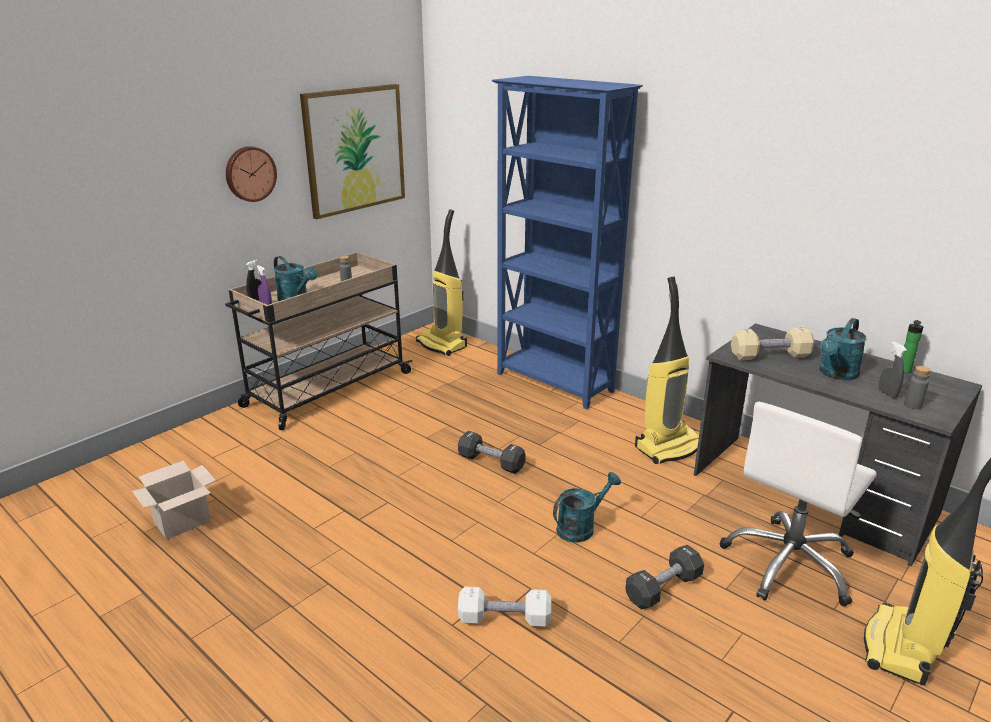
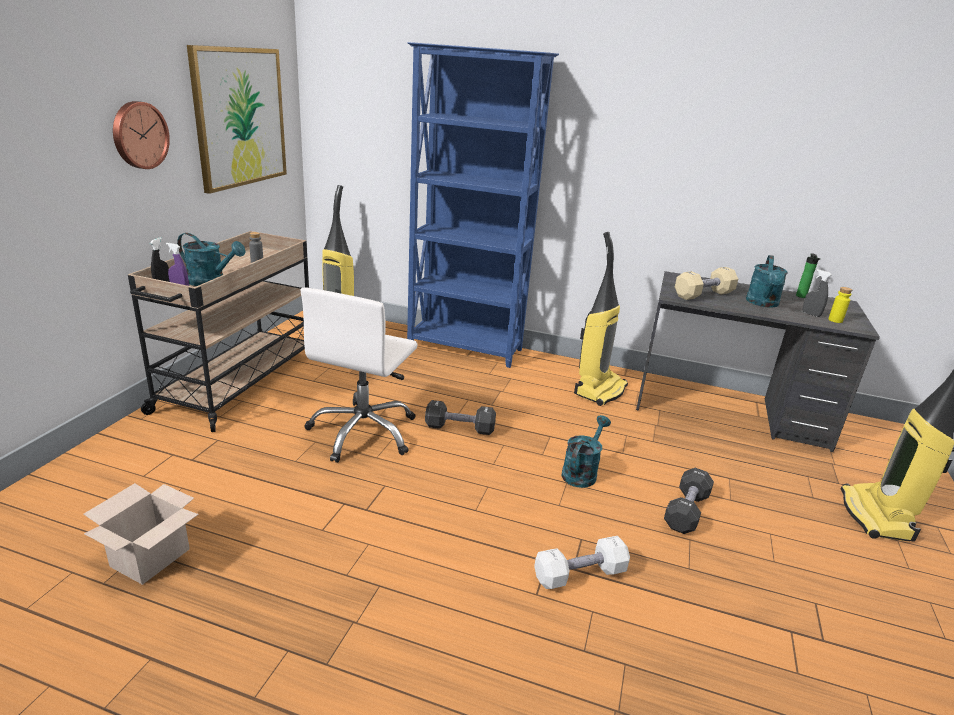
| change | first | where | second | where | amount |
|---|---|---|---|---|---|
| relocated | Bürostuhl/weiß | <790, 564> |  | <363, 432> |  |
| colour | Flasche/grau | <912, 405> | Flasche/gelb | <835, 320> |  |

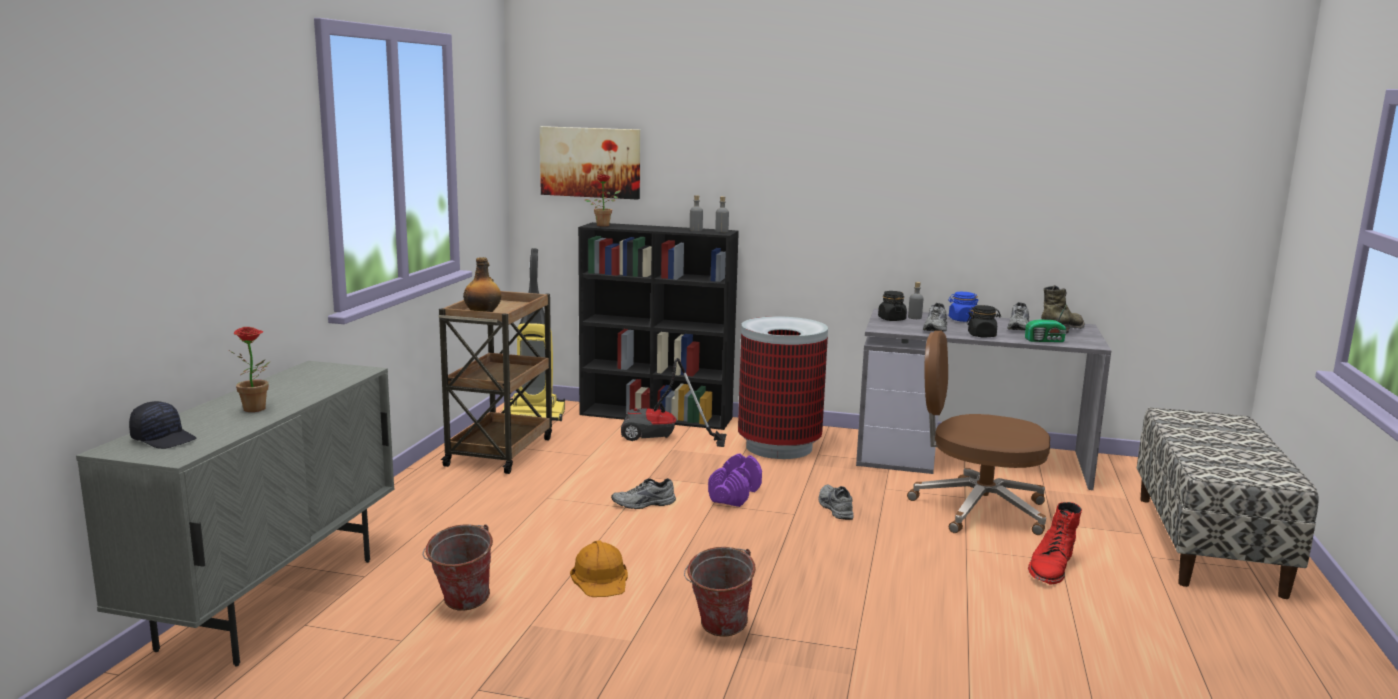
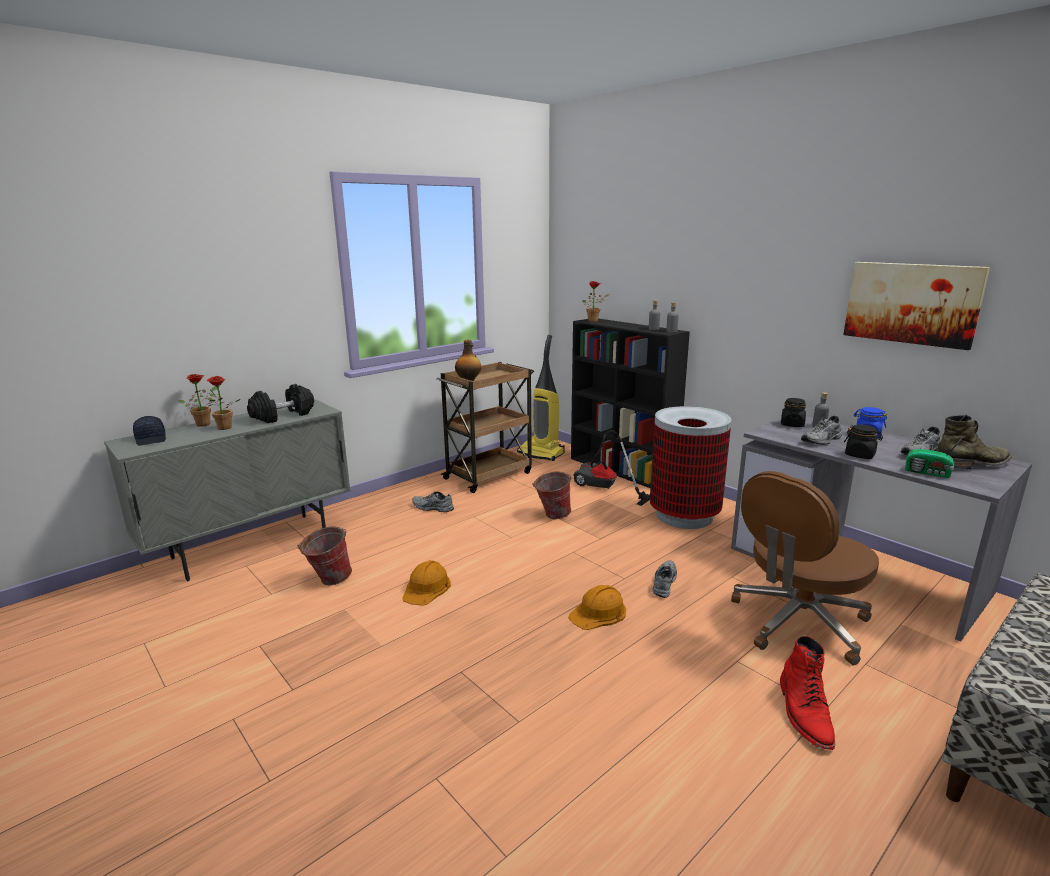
| change | first | where | second | where | amount |
|---|---|---|---|---|---|
| appeared |  |  | Topfpflanze | <205, 423> |  |
| appeared |  |  | Hantel/schwarz | <283, 416> |  |
| relocated | Schuh/grau | <644, 504> |  | <432, 508> |  |
| relocated | Eimer | <718, 630> |  | <552, 515> |  |
| appeared |  |  | Schutzhelm/orange | <598, 613> |  |
| spun | Bürostuhl/braun | <976, 509> |  | <797, 623> | 90 degrees counterclockwise |
| spun | Stiefel/rot | <1051, 567> |  | <804, 712> | 60 degrees counterclockwise |
| relocated | Bild | <590, 162> |  | <911, 303> |  |
| missing | Hantel/lila | <734, 495> |  |  |  |

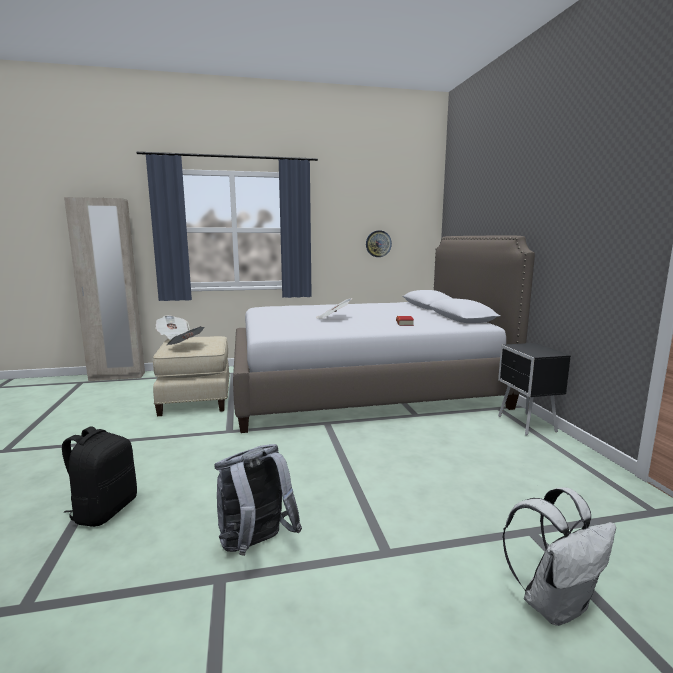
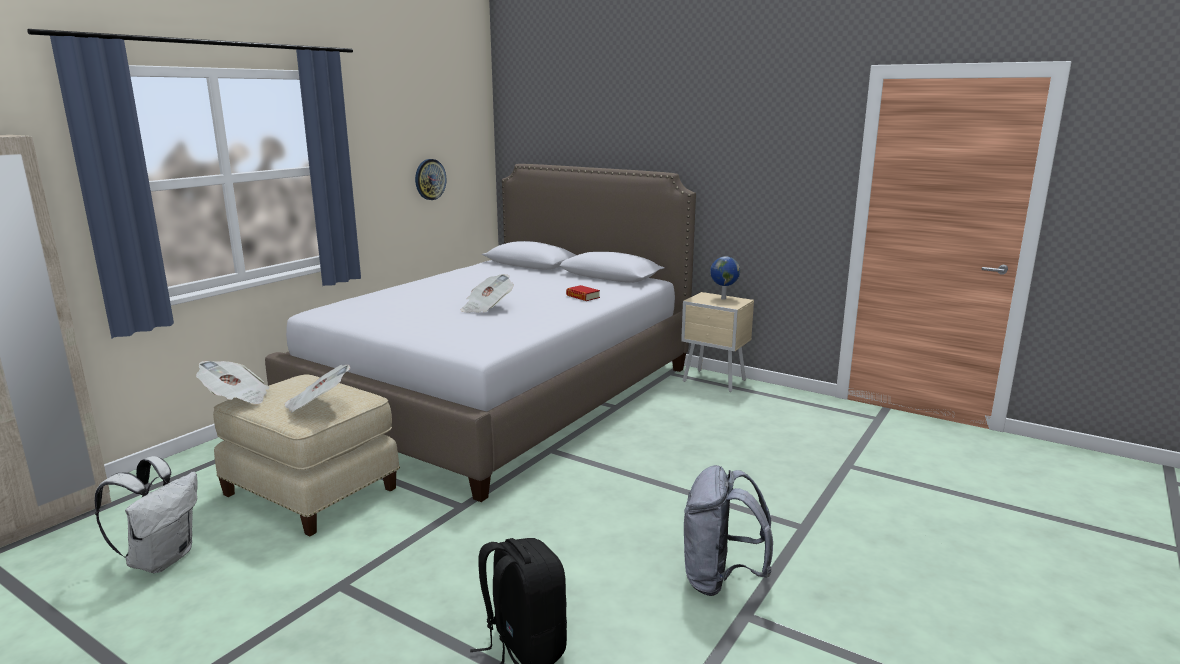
| change | first | where | second | where | amount |
|---|---|---|---|---|---|
| relocated | Rucksack/weiß | <554, 603> |  | <162, 559> |  |
| colour | Nachttisch/schwarz | <526, 424> | Nachttisch/beige | <715, 381> |  |
| appeared |  |  | Globus | <722, 298> |  |

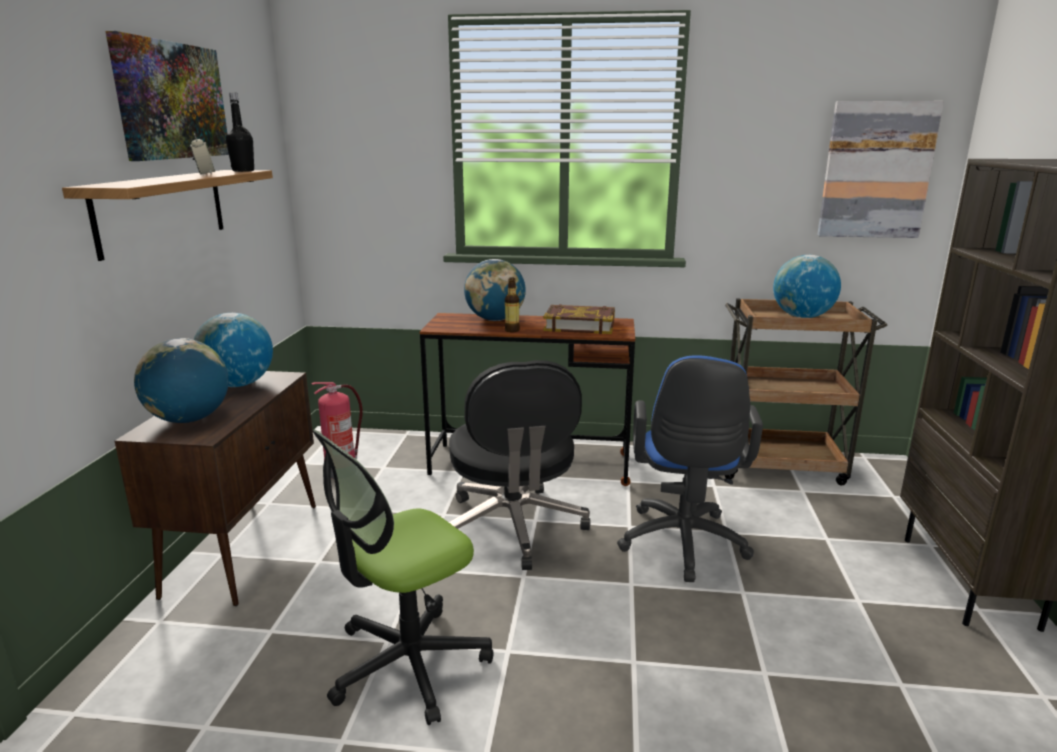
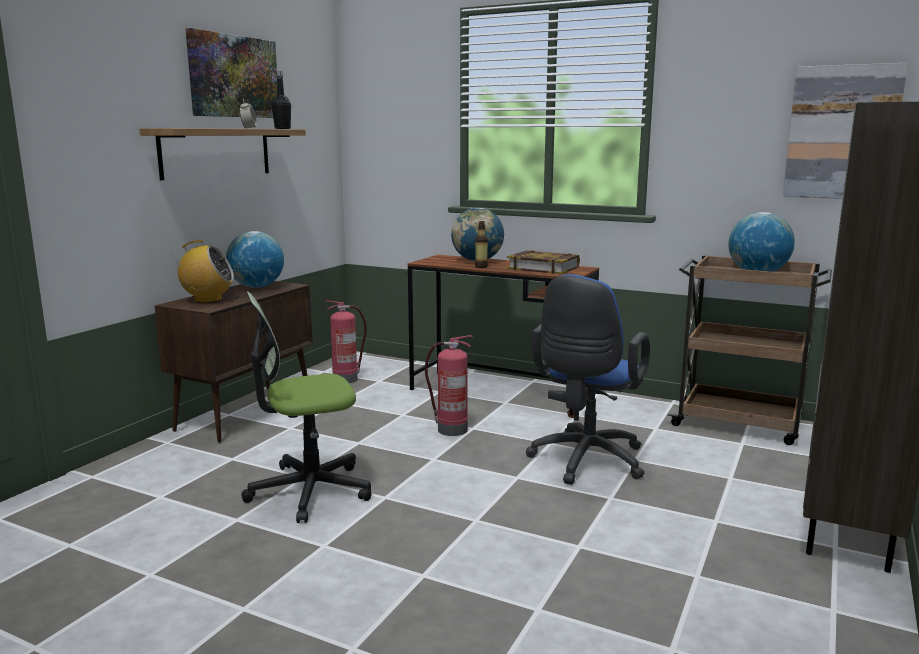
| change | first | where | second | where | amount |
|---|---|---|---|---|---|
| exchanged | Globus | <189, 419> | Radio | <207, 300> |  |
| exchanged | Bürostuhl/schwarz | <513, 527> | Feuerlöscher | <450, 430> |  |

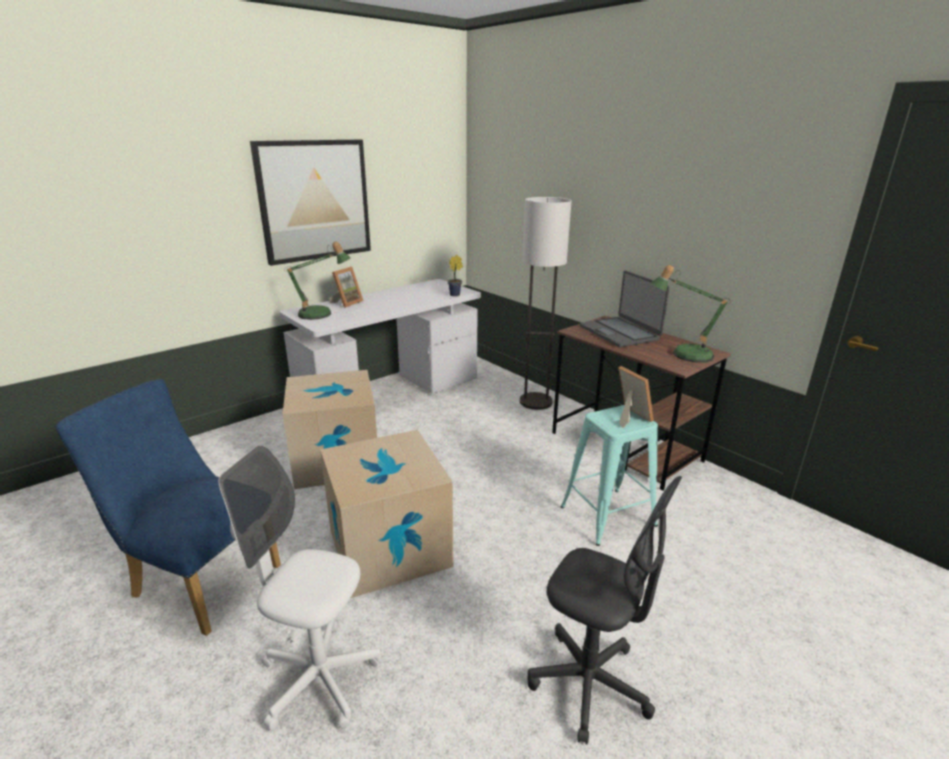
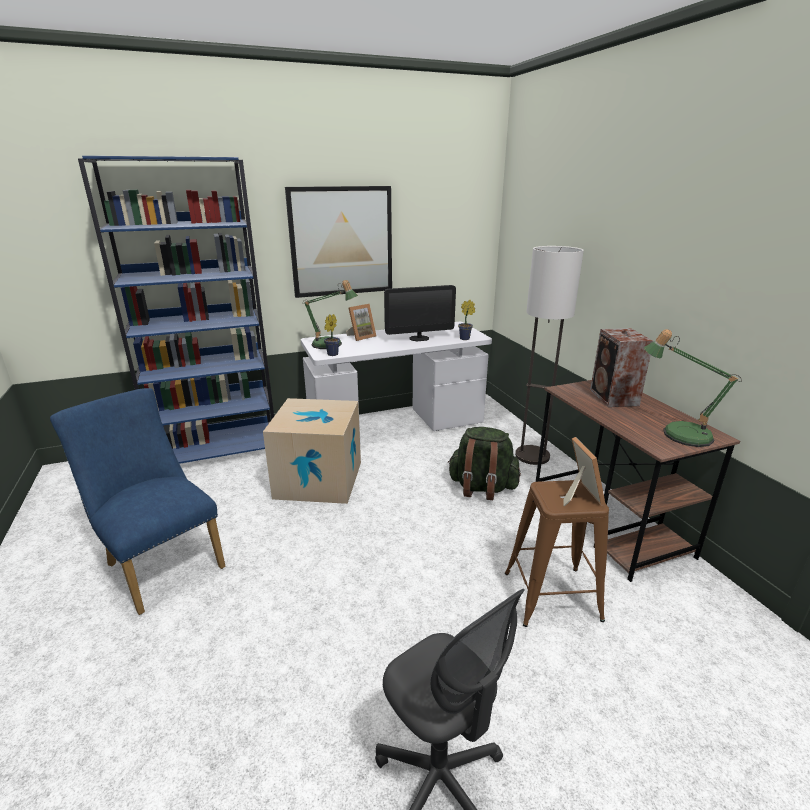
| change | first | where | second | where | amount |
|---|---|---|---|---|---|
| appeared |  |  | Bücherregal/blau | <219, 450> |  |
| appeared |  |  | Topfpflanze | <331, 354> |  |
| appeared |  |  | Monitor | <419, 338> |  |
| appeared |  |  | Rucksack/grün | <482, 488> |  |
| colour | Hocker/türkis | <607, 516> | Hocker/braun | <551, 596> |  |
| exchanged | Laptop | <619, 333> | Lautsprecher | <614, 398> |  |
| missing | Bürostuhl/weiß | <319, 679> |  |  |  |
| missing | Karton | <389, 547> |  |  |  |

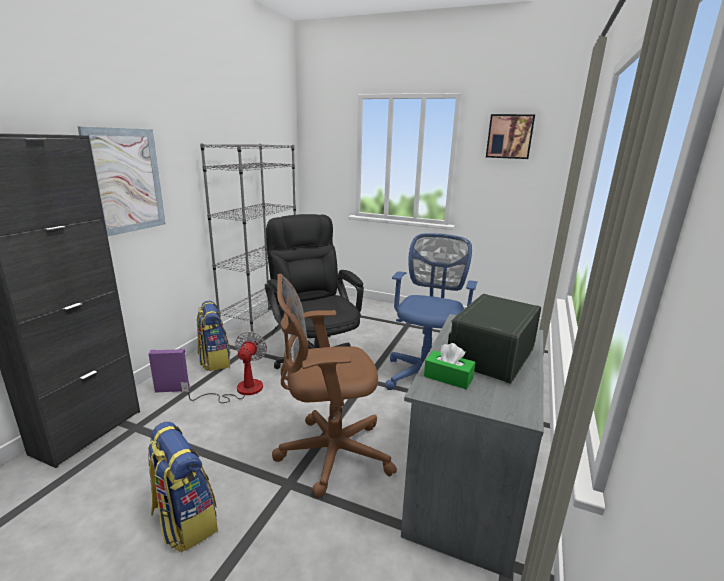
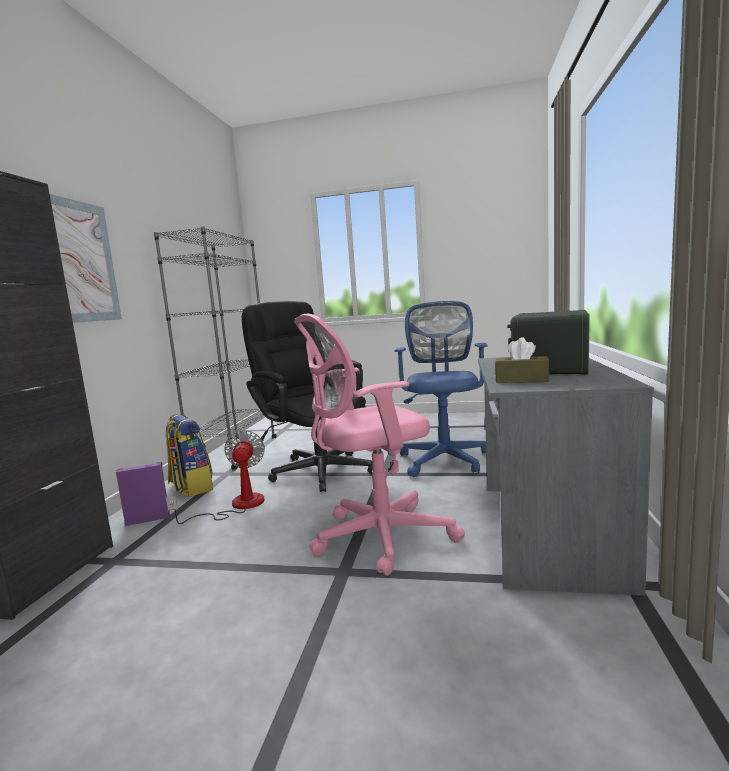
| change | first | where | second | where | amount |
|---|---|---|---|---|---|
| colour | Bürostuhl/braun | <329, 453> | Bürostuhl/rosa | <376, 537> |  |
| colour | Taschentuchbox/grün | <448, 377> | Taschentuchbox/braun | <521, 380> |  |
| missing | Rucksack | <184, 520> |  |  |  |
| missing | Bild | <509, 136> |  |  |  |

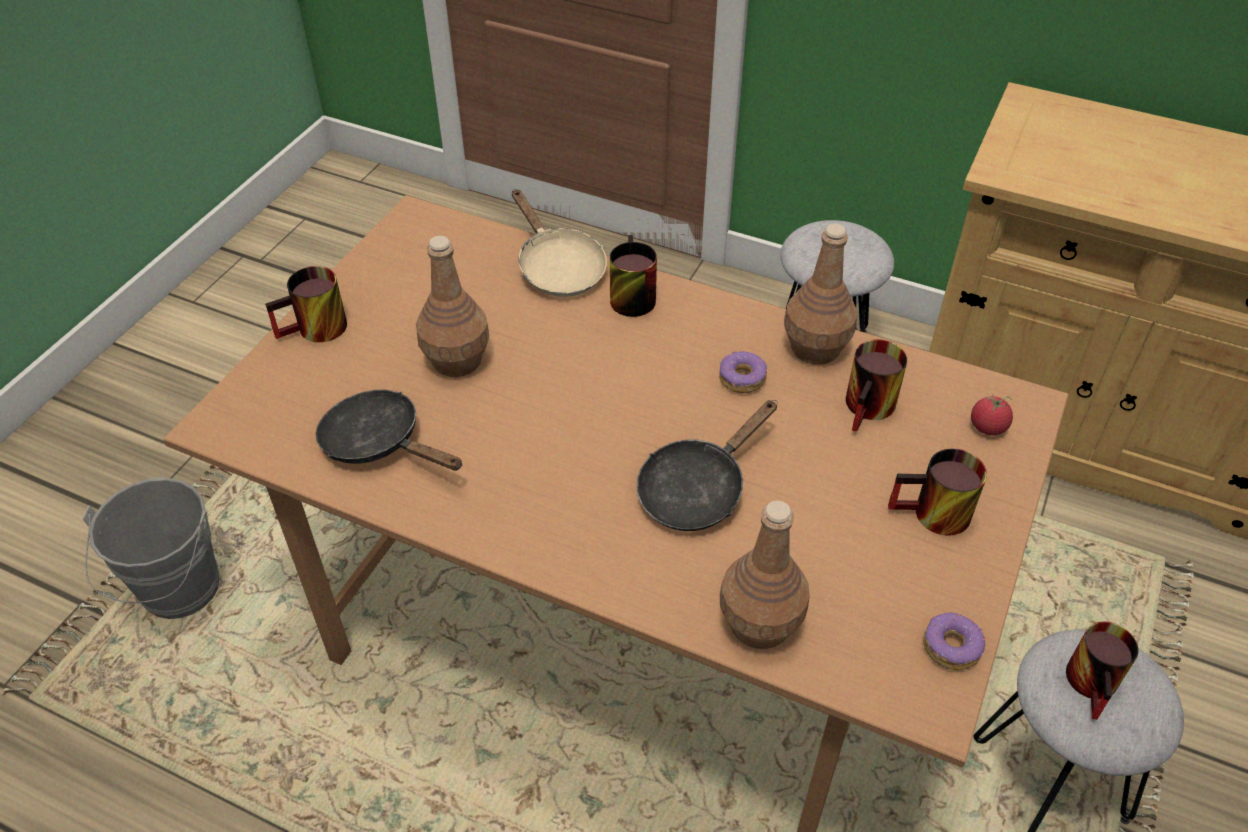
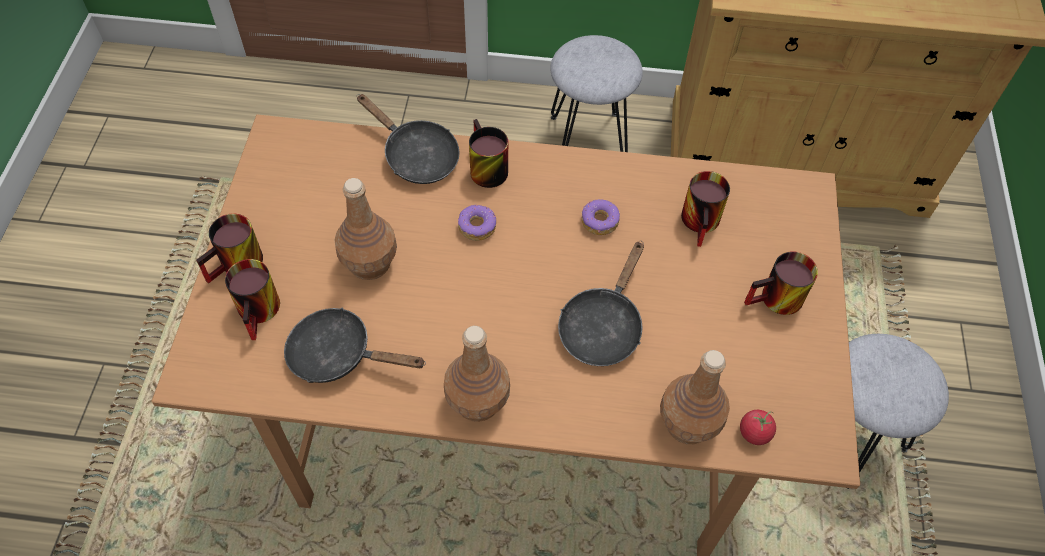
| change | first | where | second | where | amount |
|---|---|---|---|---|---|
| relocated | Henkelbecher | <1096, 686> |  | <262, 312> |  |
| colour | Pfanne/beige | <557, 268> | Pfanne/schwarz | <416, 156> |  |
| relocated | Flasche/braun | <814, 347> |  | <477, 400> |  |
| relocated | Donut | <950, 646> |  | <477, 226> |  |
| relocated | Tomate | <987, 427> |  | <754, 433> |  |
| missing | Eimer/grau | <178, 596> |  |  |  |

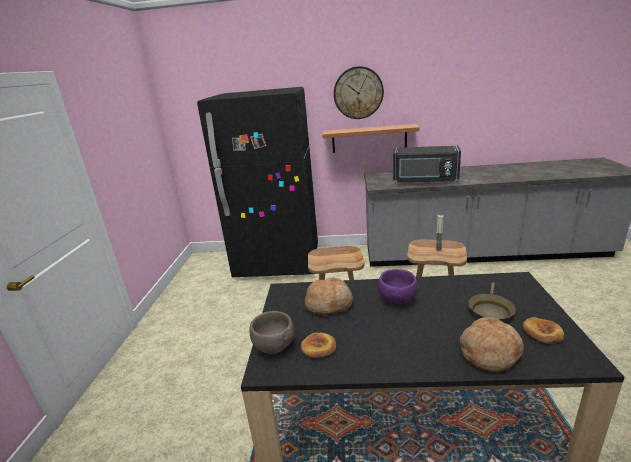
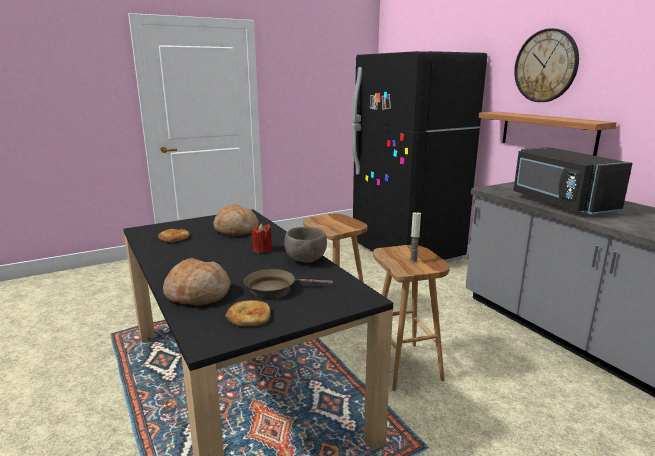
| change | first | where | second | where | amount |
|---|---|---|---|---|---|
| exchanged | Schüssel/lila | <397, 300> | Kerze/rot | <262, 250> |  |
| relocated | Schüssel/braun | <274, 347> |  | <305, 260> |  |

